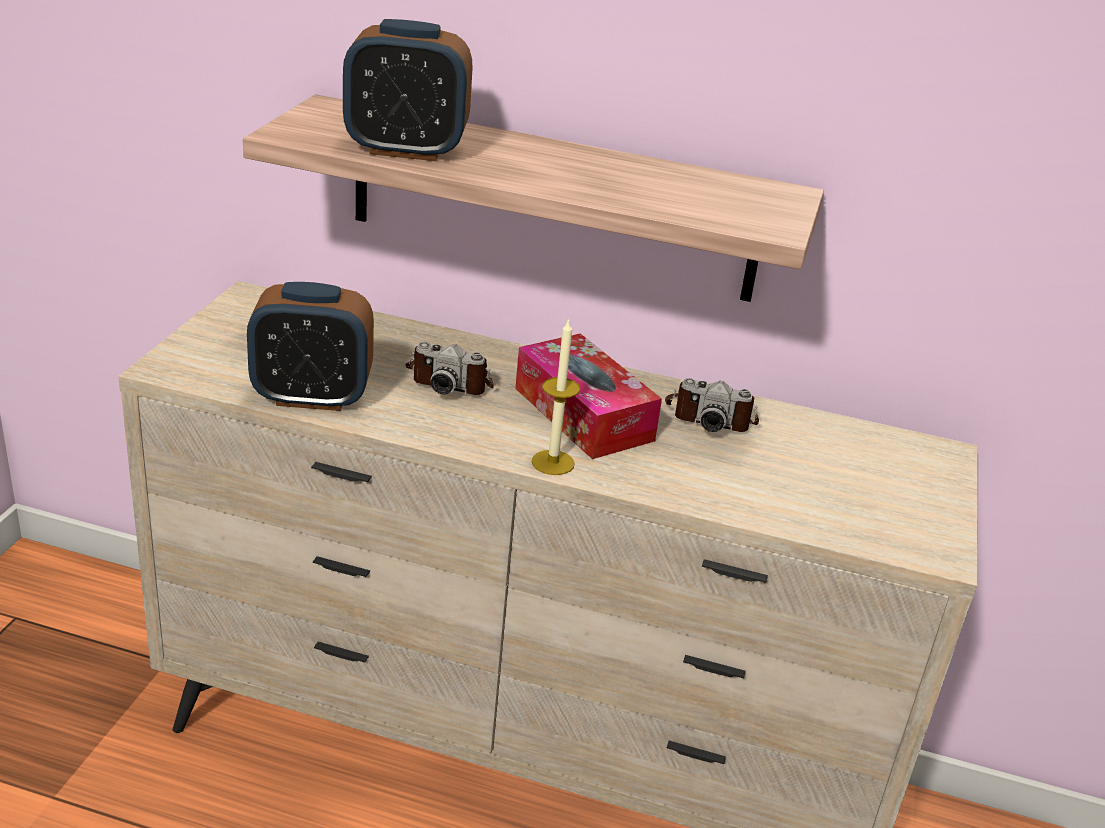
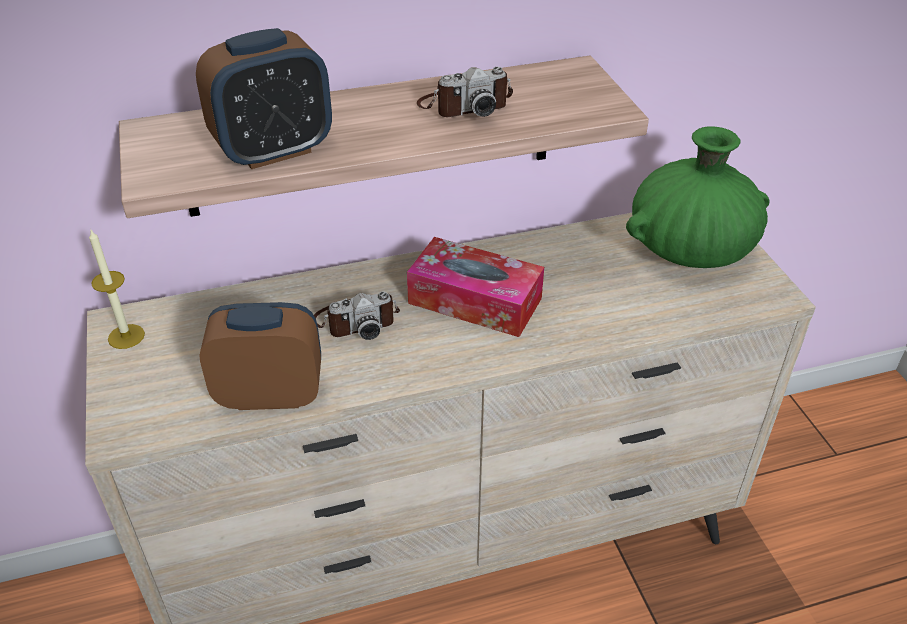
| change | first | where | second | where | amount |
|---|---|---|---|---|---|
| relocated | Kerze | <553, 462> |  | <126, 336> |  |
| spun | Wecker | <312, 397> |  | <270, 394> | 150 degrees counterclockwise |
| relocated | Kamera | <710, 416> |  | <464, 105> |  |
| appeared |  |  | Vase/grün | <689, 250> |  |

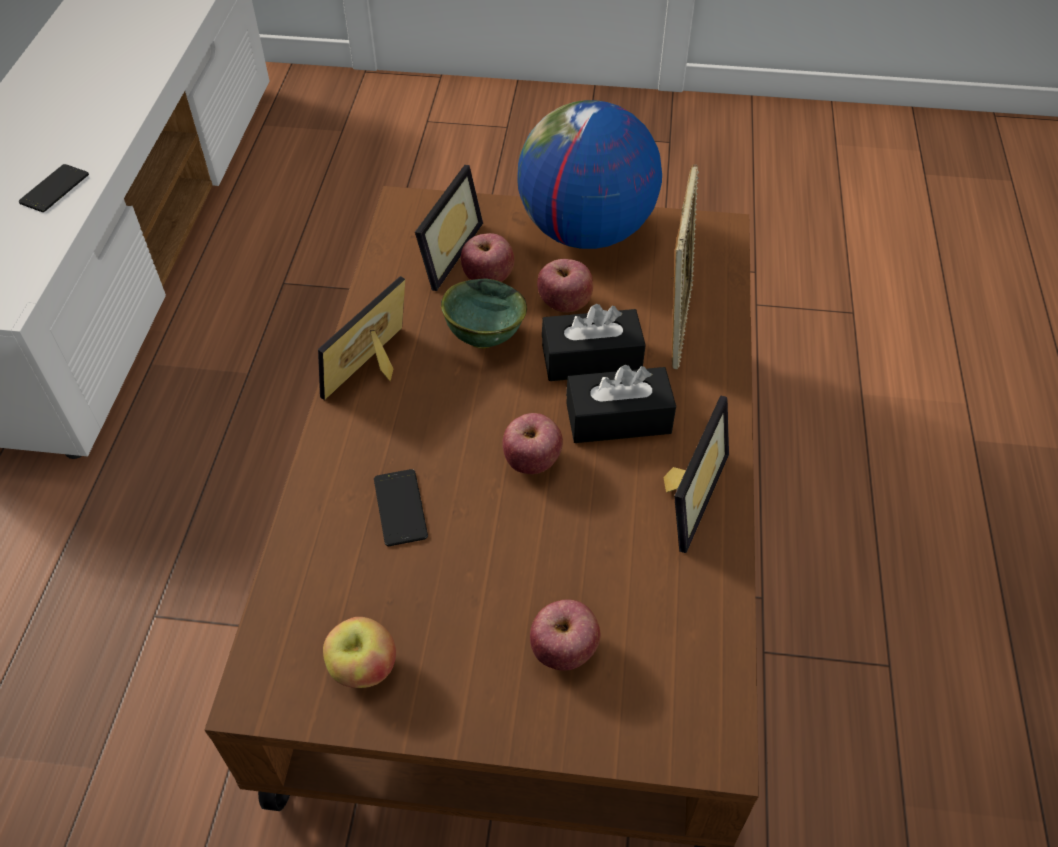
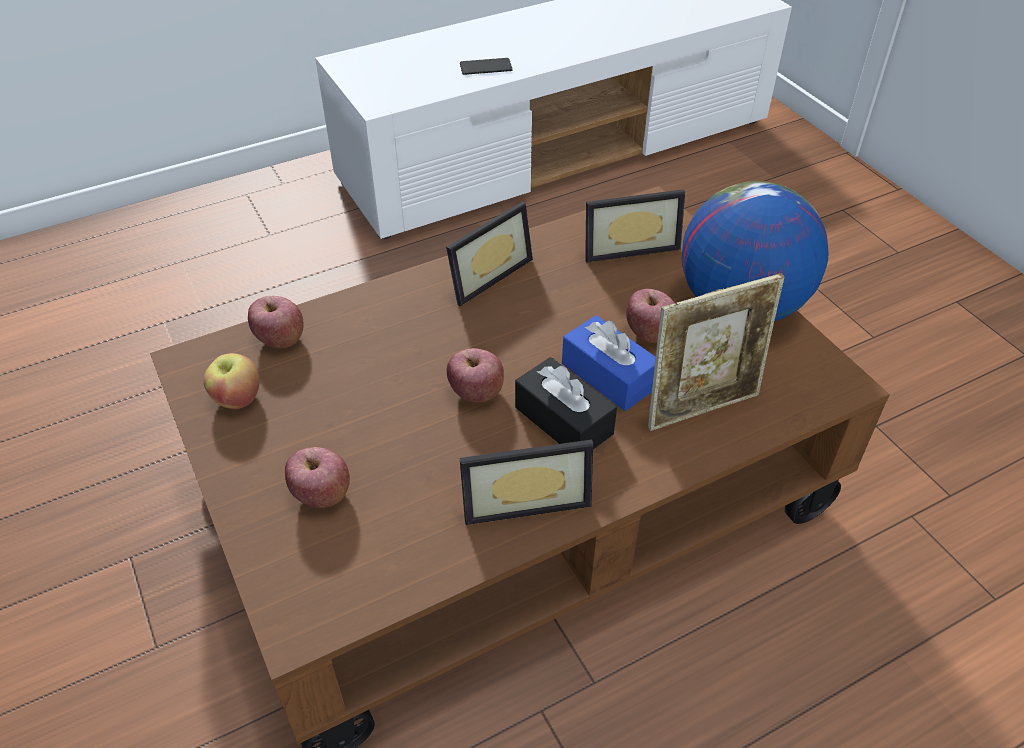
| change | first | where | second | where | amount |
|---|---|---|---|---|---|
| relocated | Apfel | <488, 278> |  | <280, 339> |  |
| spun | Bilderrahmen | <377, 370> |  | <484, 274> | 135 degrees clockwise |
| colour | Taschentuchbox/schwarz | <591, 359> | Taschentuchbox/blau | <608, 375> |  |
| missing | Handy | <400, 508> |  |  |  |
| missing | Schüssel/grün | <483, 337> |  |  |  |

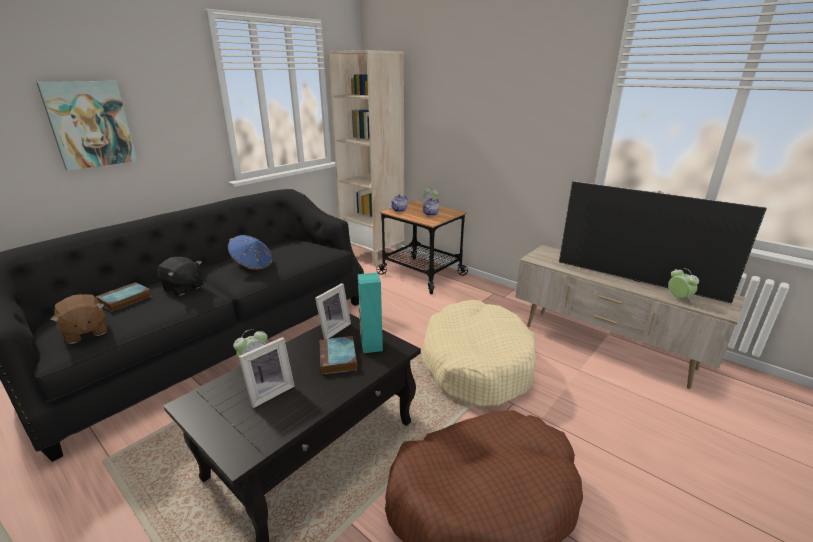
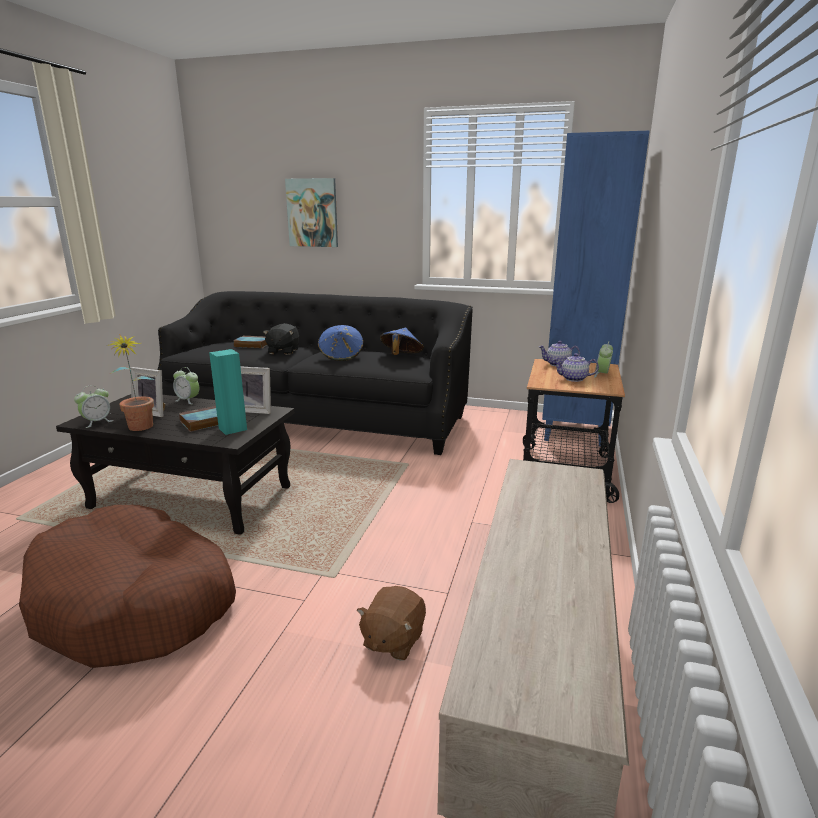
| change | first | where | second | where | amount |
|---|---|---|---|---|---|
| relocated | Wecker | <678, 298> |  | <97, 422> |  |
| appeared |  |  | Topfpflanze | <140, 429> |  |
| relocated | Plüschtier/braun | <85, 332> |  | <392, 640> |  |
| appeared |  |  | Hut/blau | <401, 357> |  |
| colour | Bücherregal/beige | <373, 254> | Bücherregal/blau | <574, 431> |  |
| missing | Hundebett/beige | <476, 364> |  |  |  |
| missing | Fernseher | <637, 281> |  |  |  |

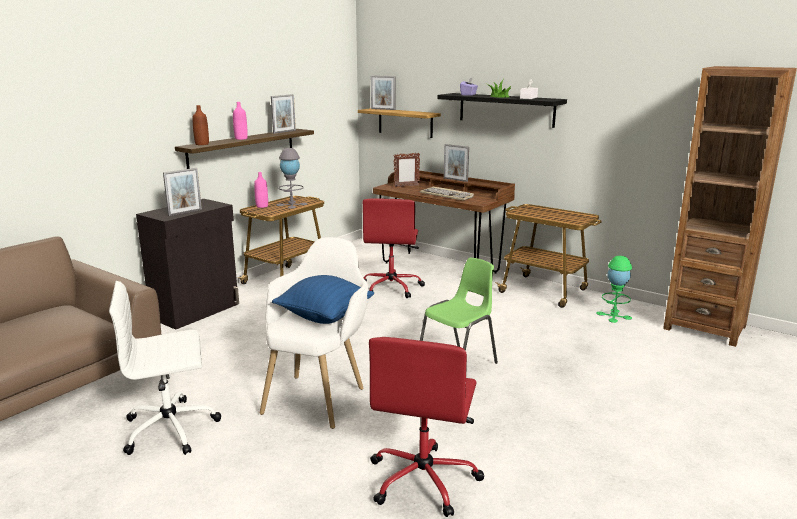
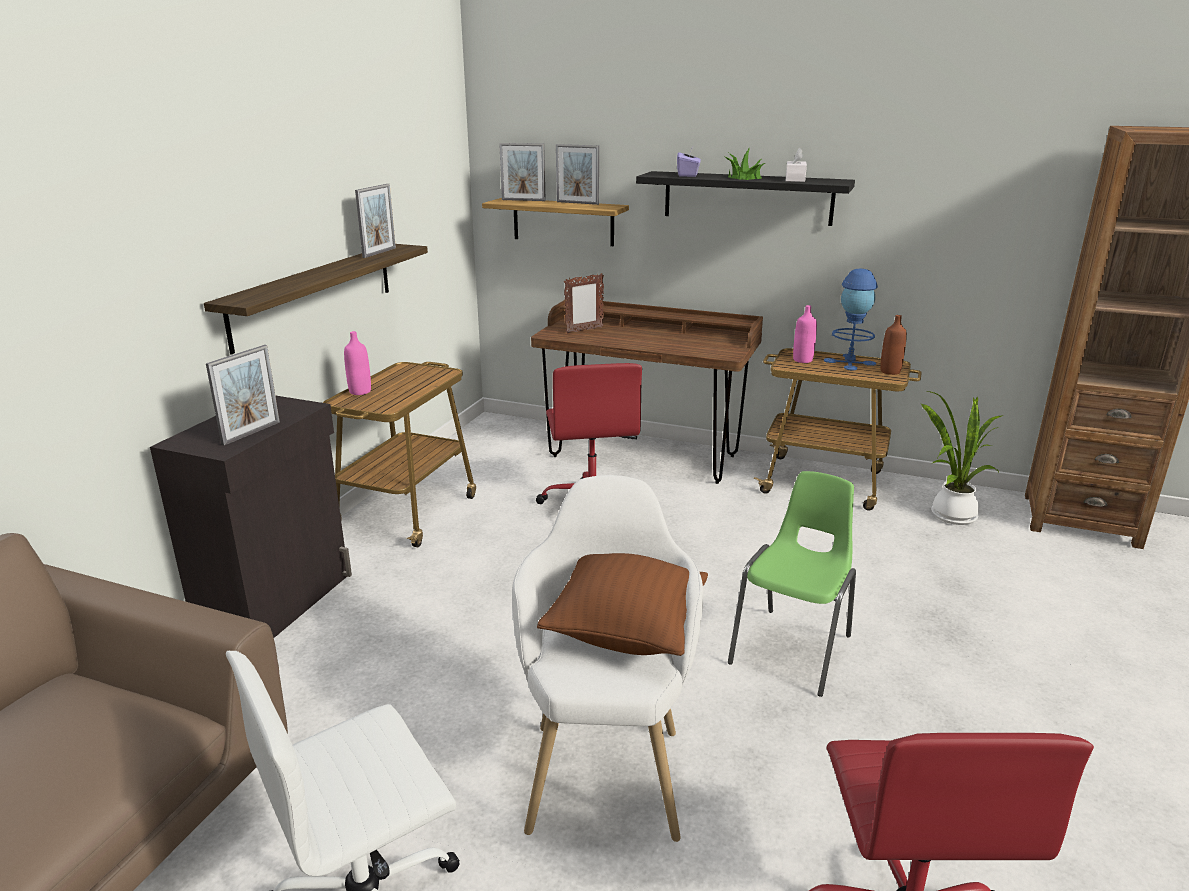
| change | first | where | second | where | amount |
|---|---|---|---|---|---|
| colour | Kissen/blau | <324, 316> | Kissen/braun | <626, 632> |  |
| relocated | Bilderrahmen | <455, 179> |  | <577, 203> |  |
| relocated | Flasche/rosa | <241, 138> |  | <802, 360> |  |
| appeared |  |  | Tischlampe/blau | <849, 362> |  |
| relocated | Flasche/braun | <202, 144> |  | <890, 371> |  |
| exchanged | Tischlampe/grün | <614, 315> | Topfpflanze | <949, 515> |  |
| missing | Tischlampe/grau | <291, 204> |  |  |  |
| missing | Tastatur | <447, 196> |  |  |  |

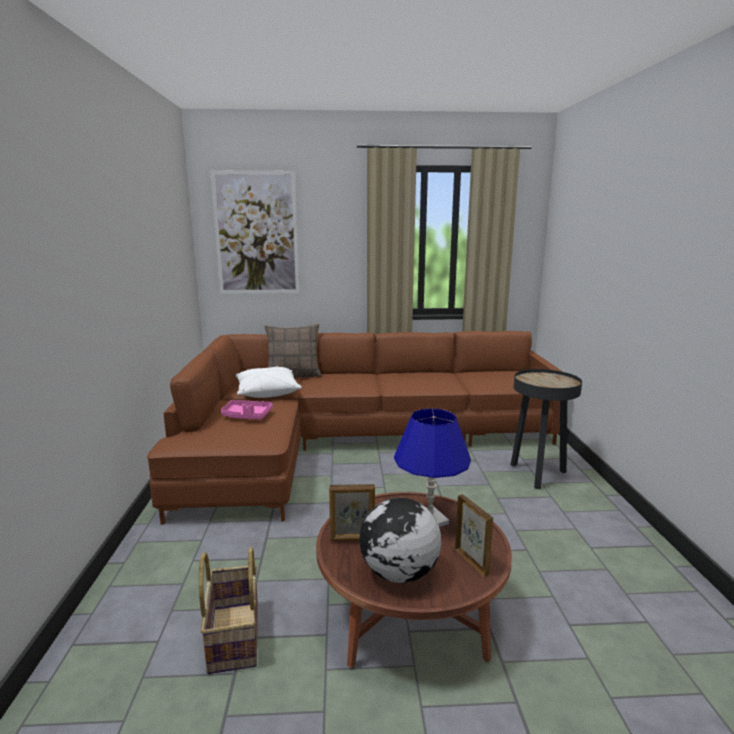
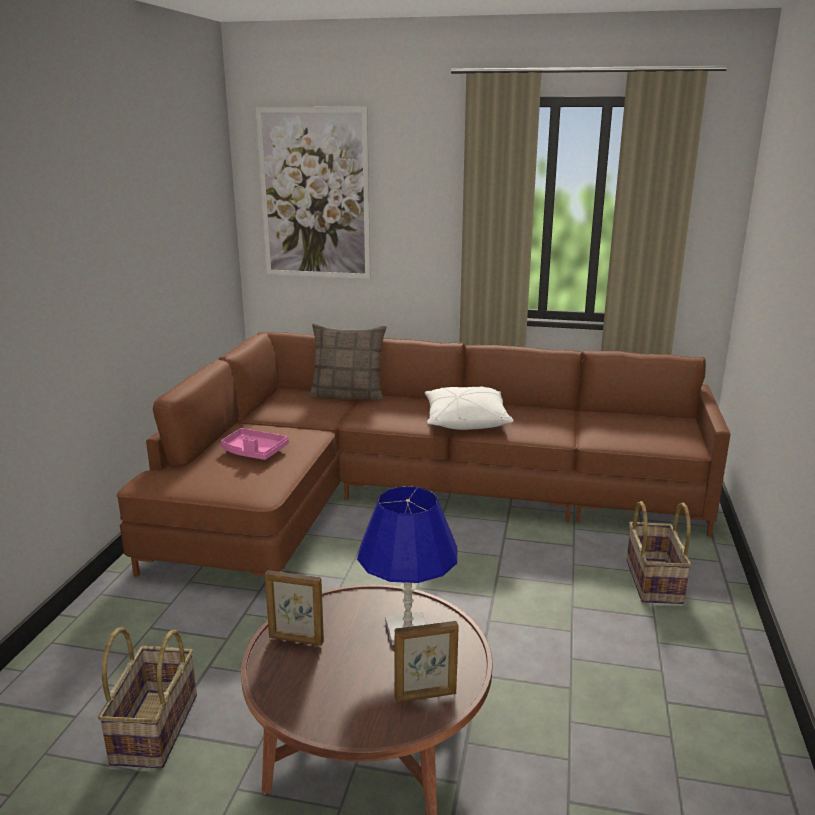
| change | first | where | second | where | amount |
|---|---|---|---|---|---|
| spun | Bilderrahmen | <472, 561> |  | <426, 696> | 90 degrees clockwise |
| relocated | Kissen/weiß | <267, 392> |  | <465, 421> |  |
| exchanged | Beistelltisch/schwarz | <537, 475> | Korb | <652, 581> |  |
| missing | Globus | <398, 573> |  |  |  |

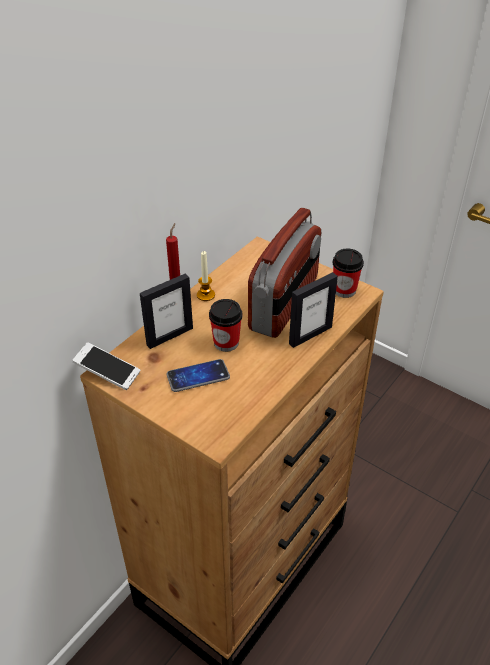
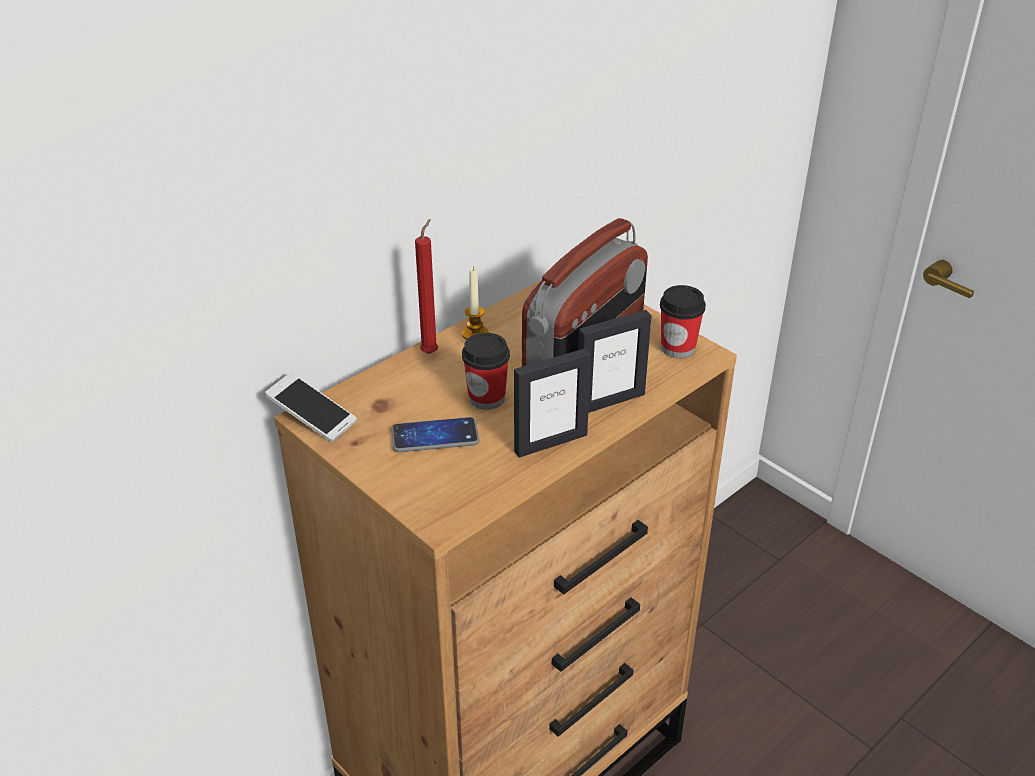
| change | first | where | second | where | amount |
|---|---|---|---|---|---|
| relocated | Bilderrahmen | <169, 336> |  | <550, 442> |  |

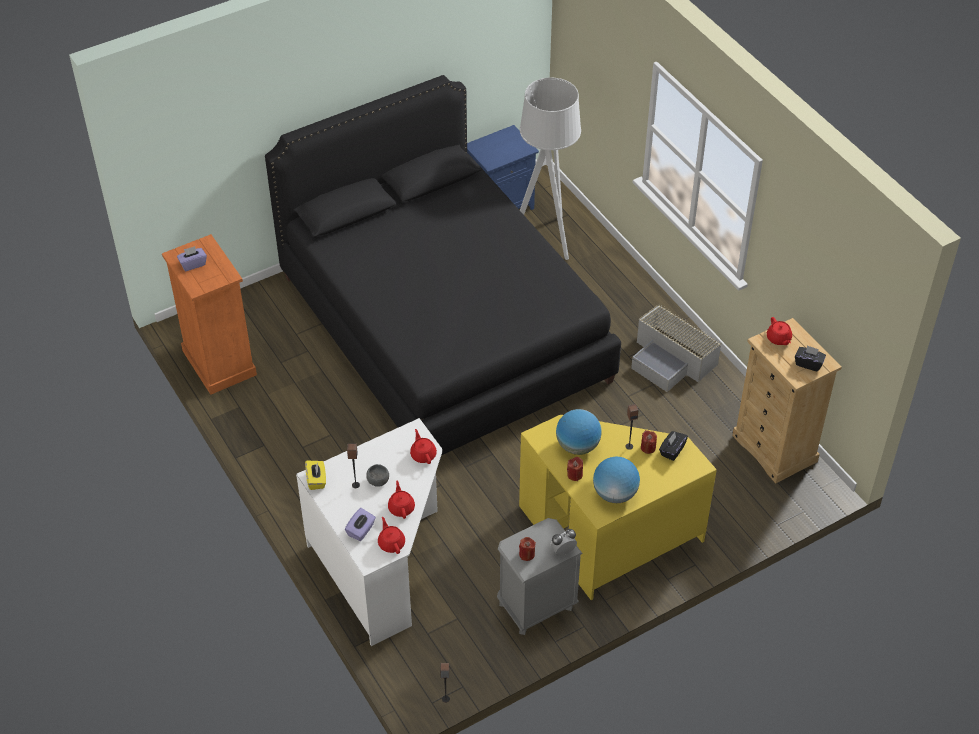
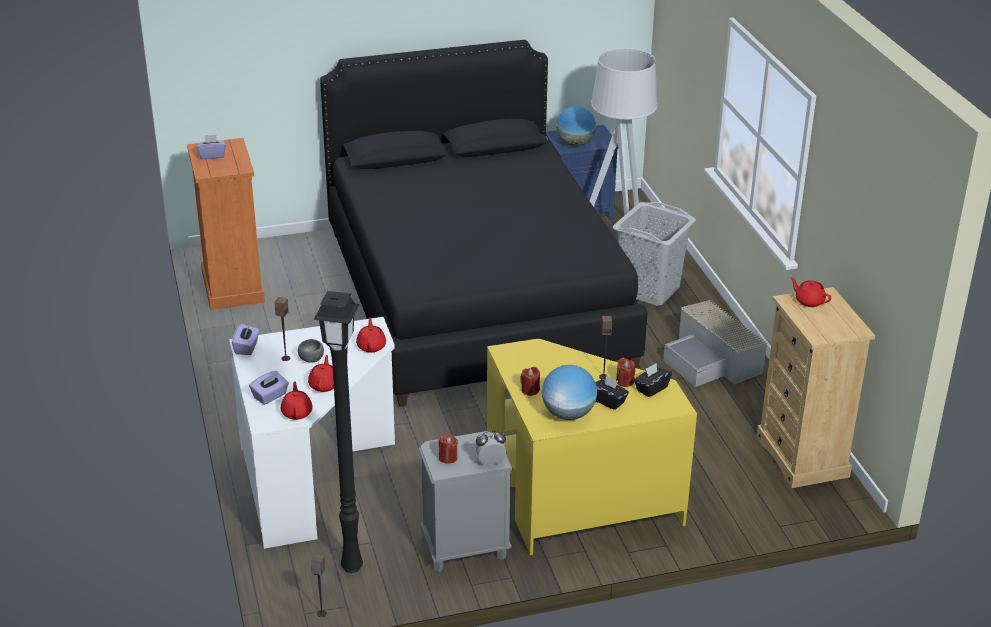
| change | first | where | second | where | amount |
|---|---|---|---|---|---|
| colour | Taschentuchbox/gelb | <316, 480> | Taschentuchbox/lila | <247, 347> |  |
| appeared |  |  | Stehlampe/schwarz | <353, 568> |  |
| relocated | Globus | <577, 446> |  | <575, 143> |  |
| relocated | Taschentuchbox/schwarz | <808, 363> |  | <608, 401> |  |
| appeared |  |  | Wäschekorb/grau | <648, 290> |  |
| spun | Teekanne/rot | <778, 339> |  | <809, 301> | 135 degrees clockwise |

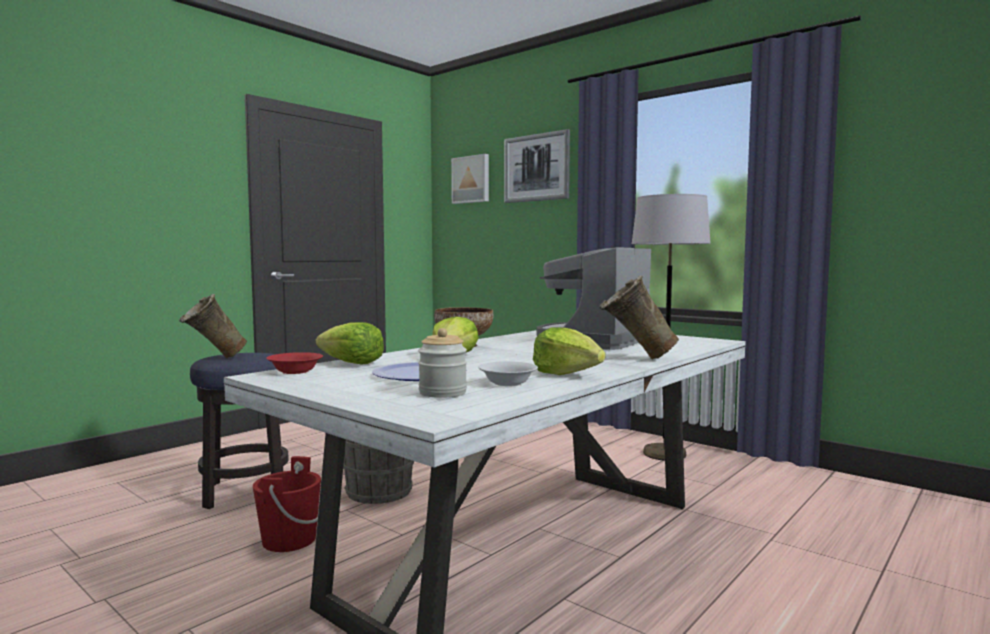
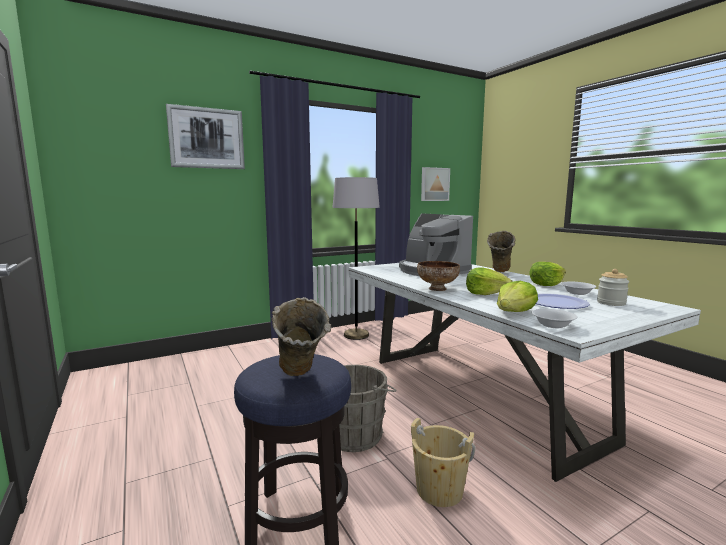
| change | first | where | second | where | amount |
|---|---|---|---|---|---|
| colour | Eimer/rot | <289, 540> | Eimer/beige | <439, 490> |  |
| relocated | Bild | <471, 179> |  | <434, 184> |  |
| colour | Schüssel/rot | <294, 371> | Schüssel/weiß | <552, 325> |  |

